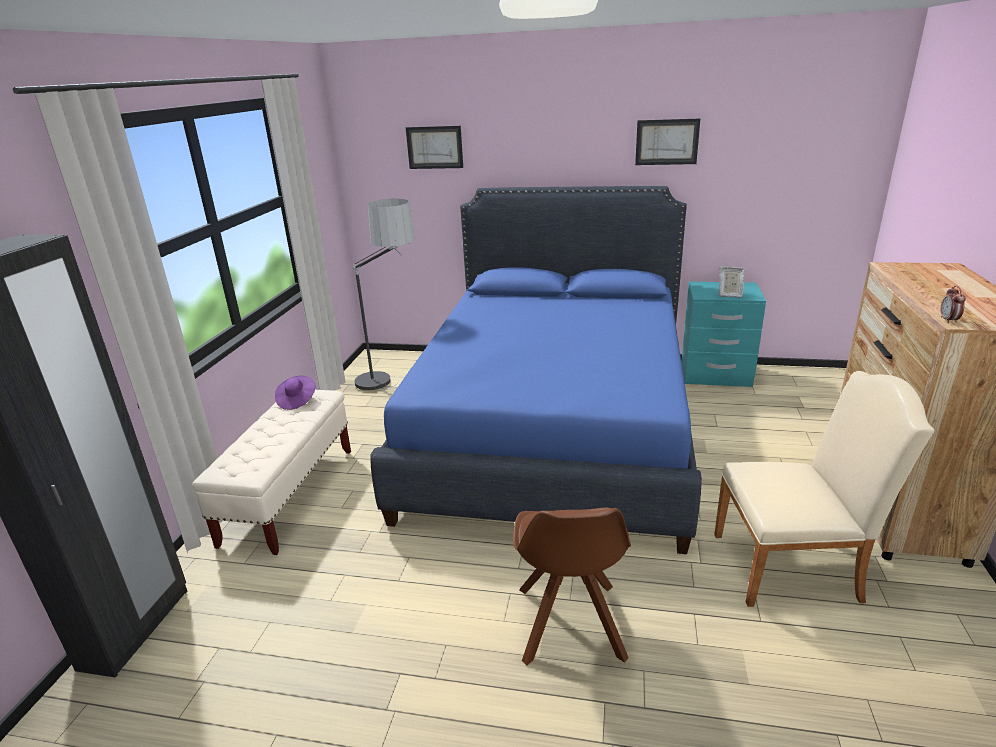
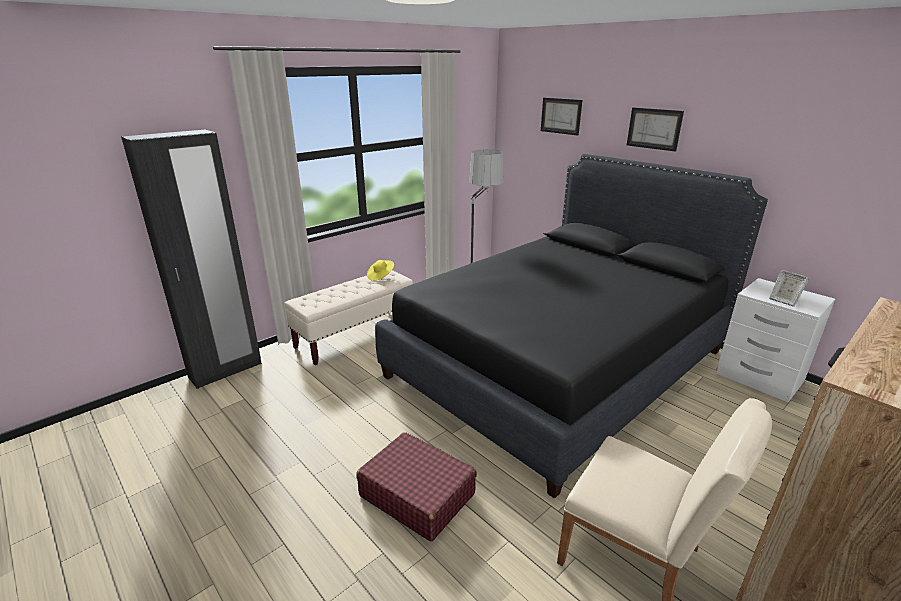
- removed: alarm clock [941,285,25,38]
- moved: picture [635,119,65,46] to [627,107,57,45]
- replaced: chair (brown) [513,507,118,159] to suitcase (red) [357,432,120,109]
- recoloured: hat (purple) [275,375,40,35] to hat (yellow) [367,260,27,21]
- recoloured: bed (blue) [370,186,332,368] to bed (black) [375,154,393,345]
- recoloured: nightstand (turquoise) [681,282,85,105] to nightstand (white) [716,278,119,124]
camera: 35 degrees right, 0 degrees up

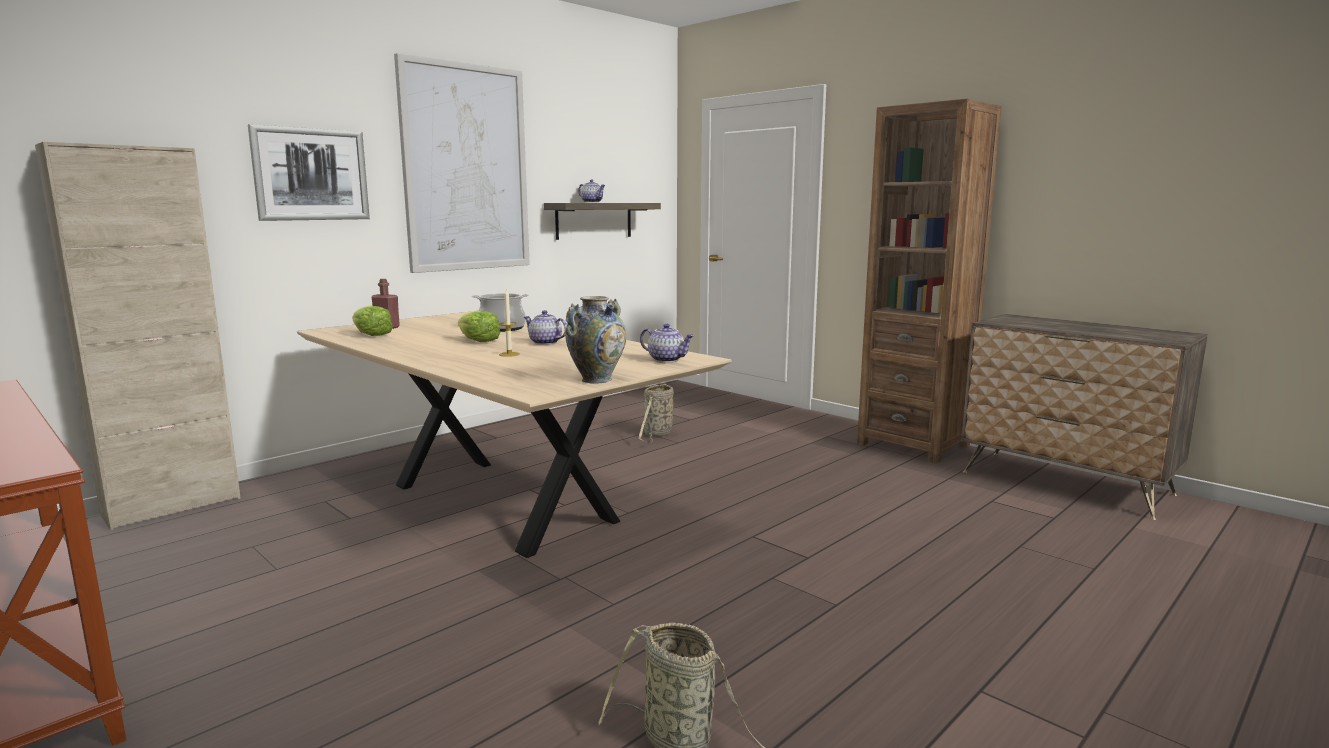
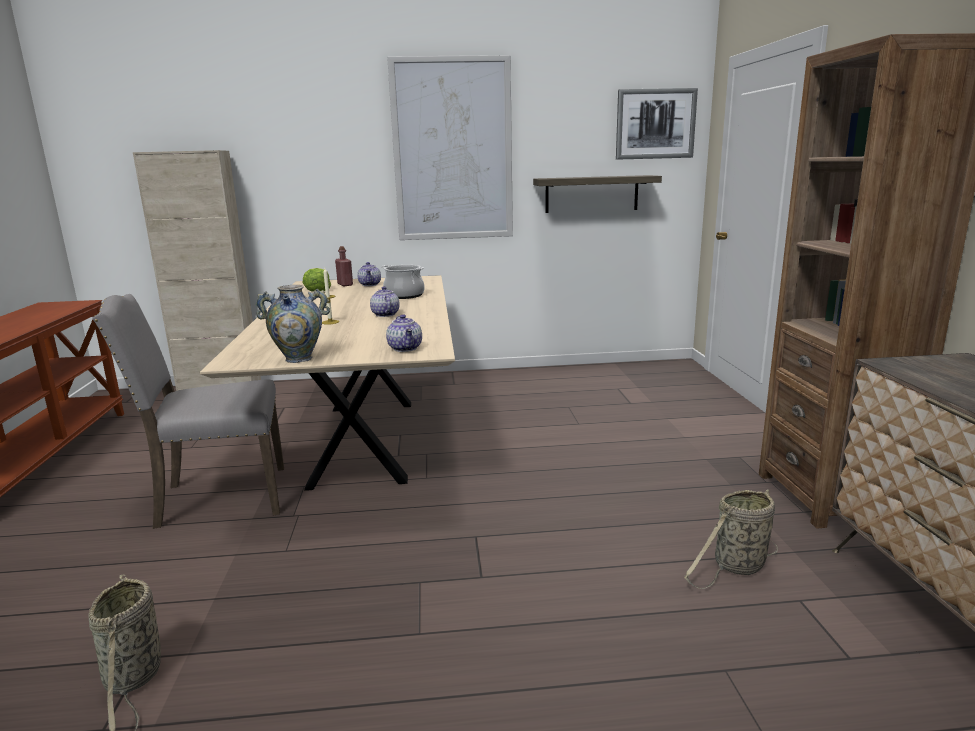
- removed: lettuce [458,311,42,31]
- added: chair (grey) [92,294,192,235]
- moved: picture [248,124,122,97] to [616,88,82,72]
- moved: teapot [578,180,27,23] to [357,262,24,24]
- moved: basket [639,383,35,61] to [684,489,94,100]
camera: 40 degrees right, 5 degrees up

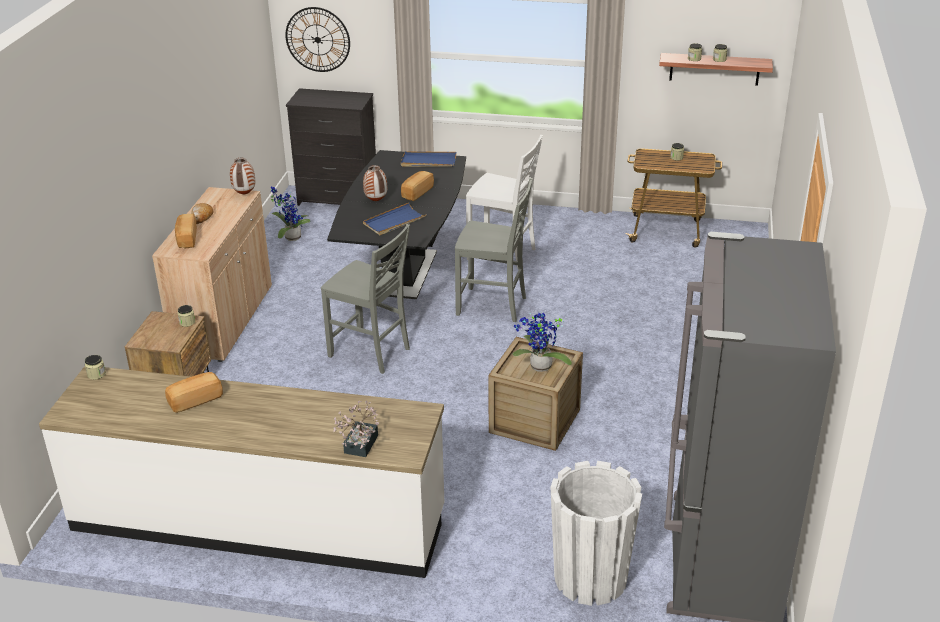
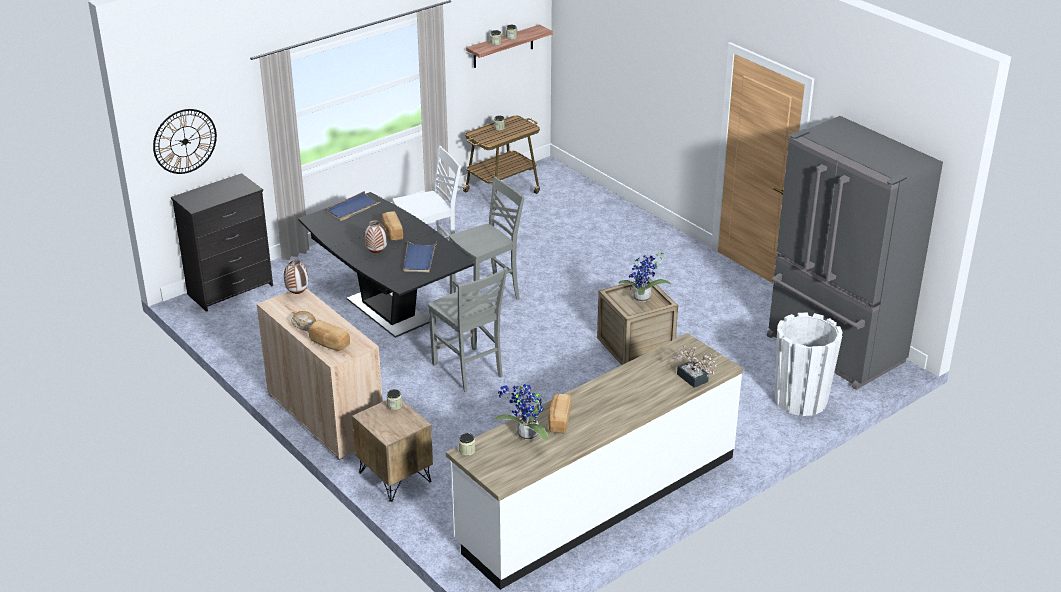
- moved: potted plant [271,187,39,54] to [495,382,53,58]
- turned: chair (grey) [321,224,89,150] = [428,267,79,125] 75 degrees clockwise
camera: 50 degrees left, 0 degrees up

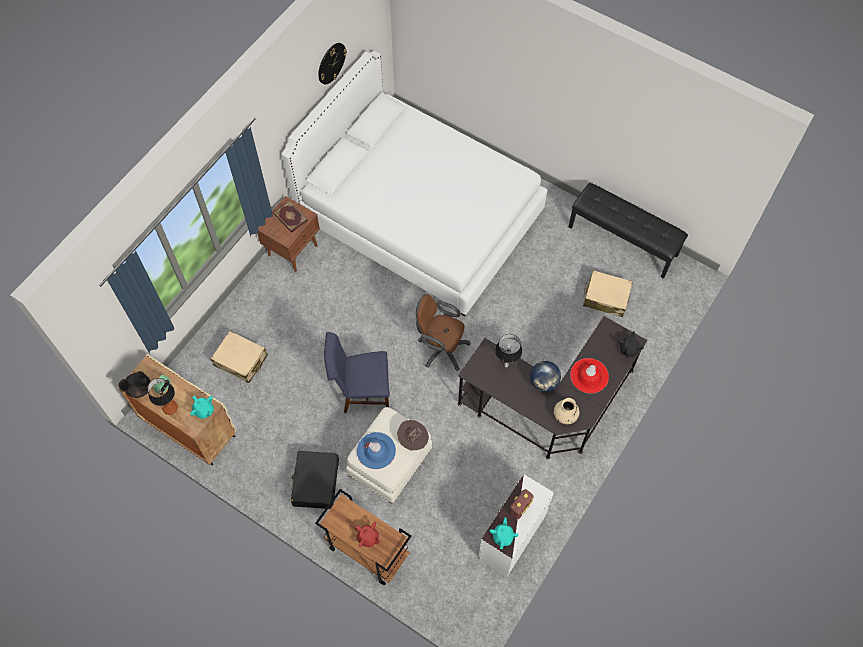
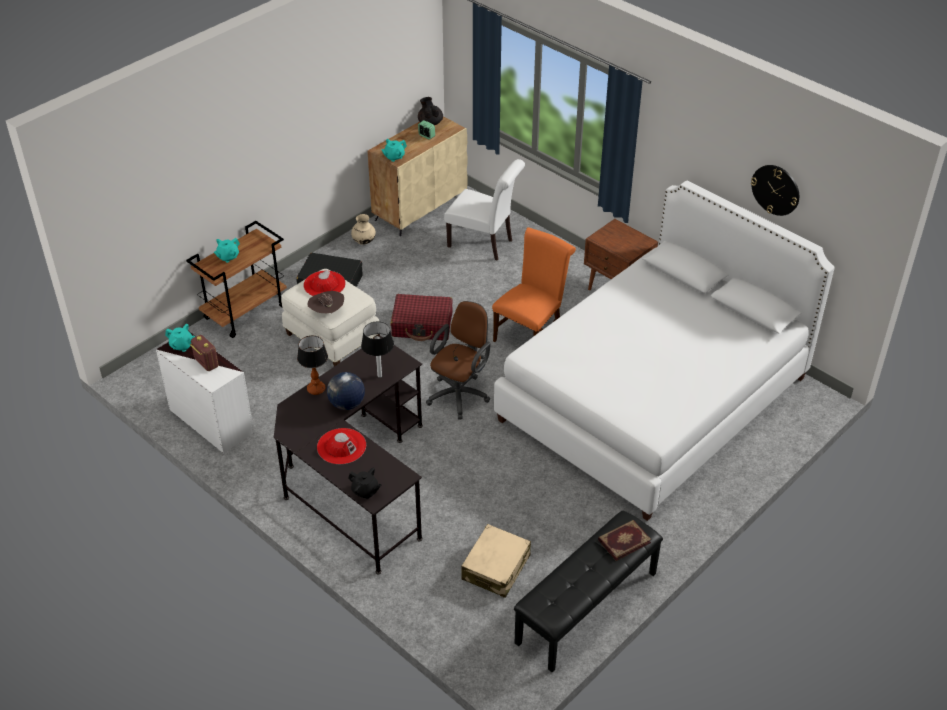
- added: chair (orange) [492,227,84,115]
- moved: table lamp [147,378,31,37] to [297,335,31,60]
- moved: book [273,200,35,32] to [598,520,54,41]
- moved: vase (beige) [554,398,26,26] to [351,214,25,31]
- replaced: suitcase (beige) [211,331,57,52] to chair (white) [444,159,81,102]
- replaced: chair (blue) [324,332,66,81] to suitcase (red) [391,294,62,47]
- recoloured: teapot (red) [355,522,26,25] to teapot (turquoise) [214,238,26,25]
- recoloured: hat (blue) [357,432,39,37] to hat (red) [303,270,43,26]
camera: 100 degrees right, 20 degrees down

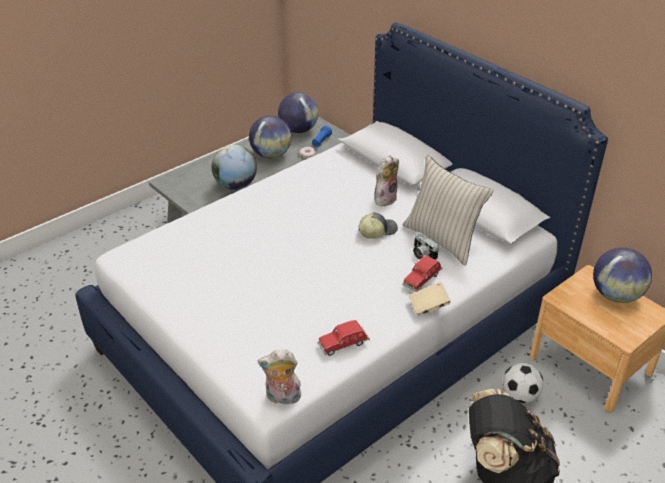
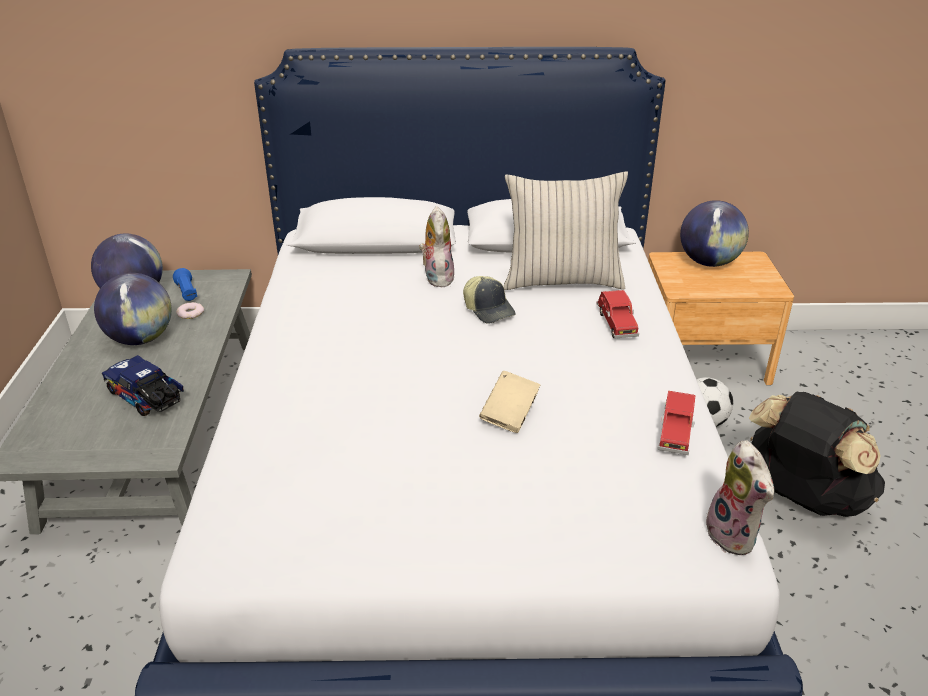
- removed: photo camera [413,232,26,28]
- moved: book (beige) [408,282,43,34] to [479,371,61,62]
- replaced: globe [212,145,45,45] to toy truck [102,355,82,61]
- turned: plush toy [258,349,46,56] = [706,440,68,115] 60 degrees counterclockwise
- turned: cap [358,212,40,27] = [463,276,53,48] 135 degrees clockwise
camera: 50 degrees left, 5 degrees down

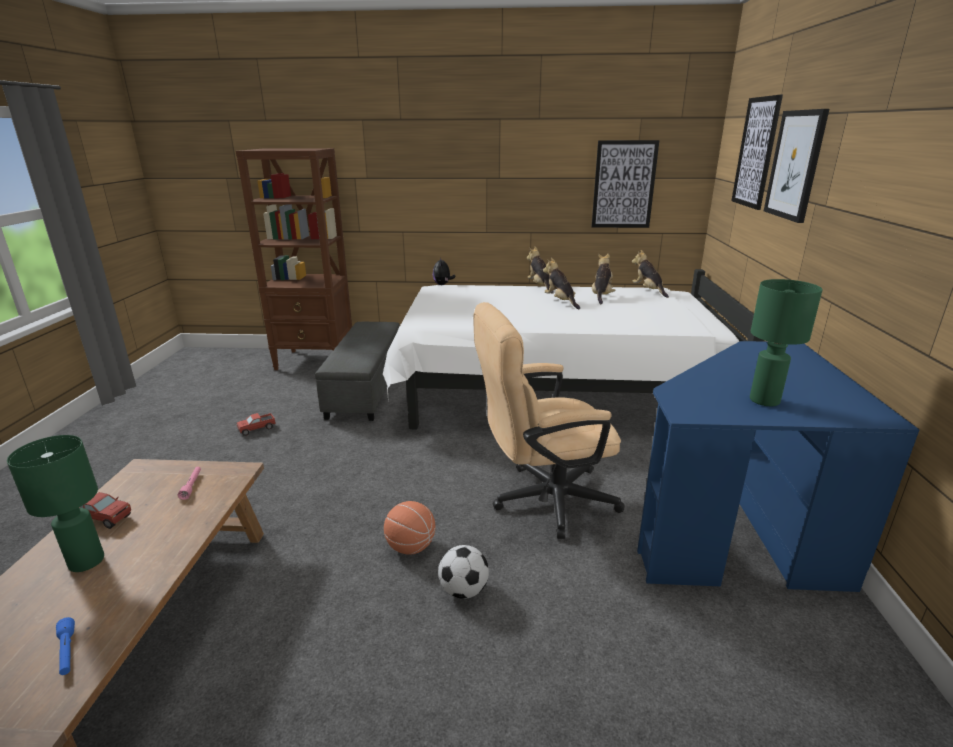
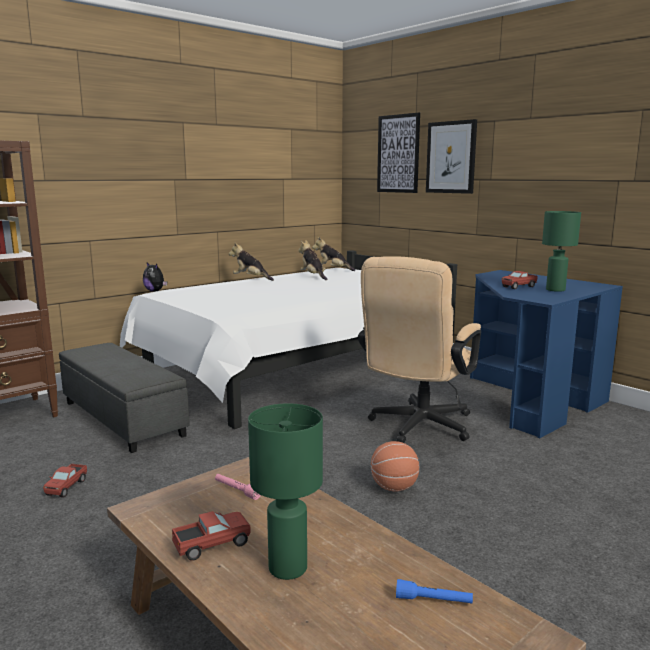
- removed: football [438,545,51,54]
- removed: plush toy [543,258,37,51]
- removed: picture [591,140,68,88]
- added: toy truck [502,271,35,18]
camera: 45 degrees left, 10 degrees down

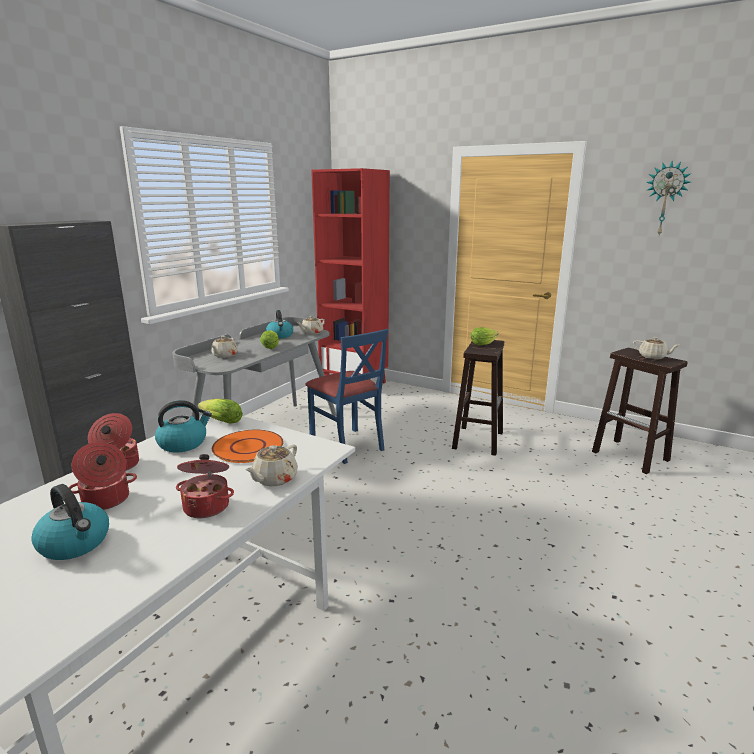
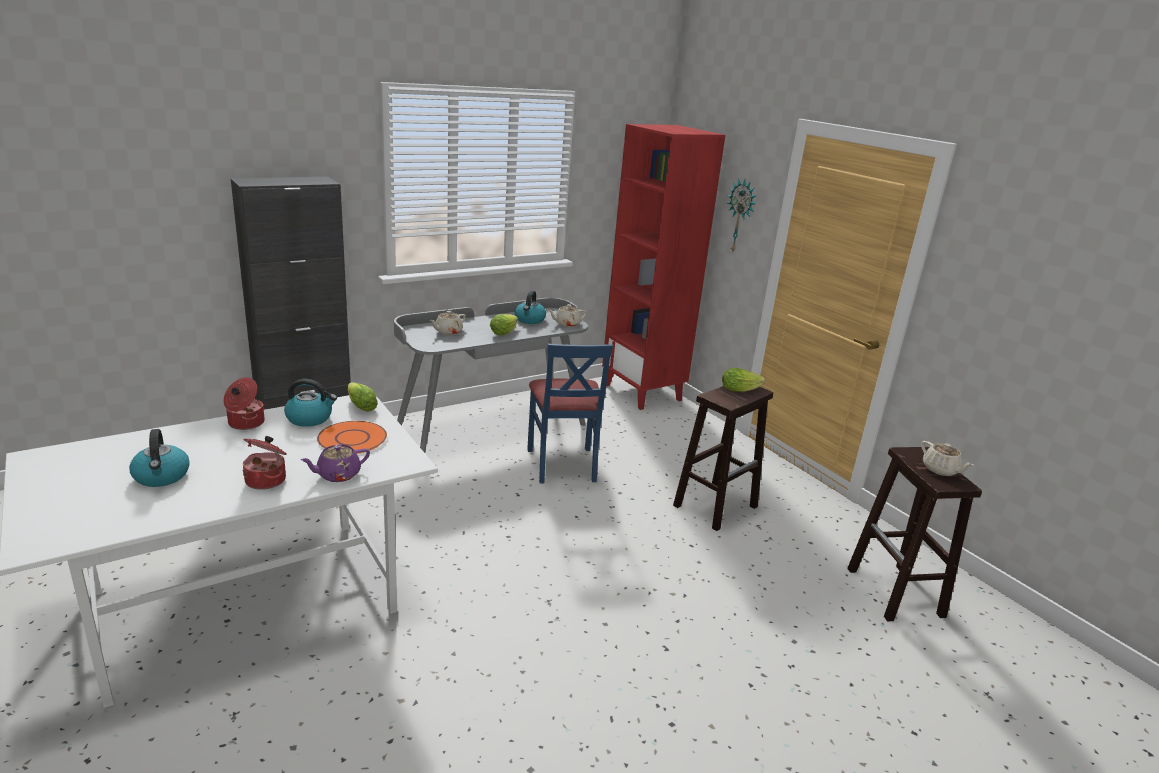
- removed: cooking pot [69,442,68,68]
- moved: wall clock [646,160,44,75] to [727,180,30,71]
- recoloured: teapot (beige) [245,445,53,41] to teapot (purple) [301,444,69,38]
camera: 25 degrees right, 5 degrees up

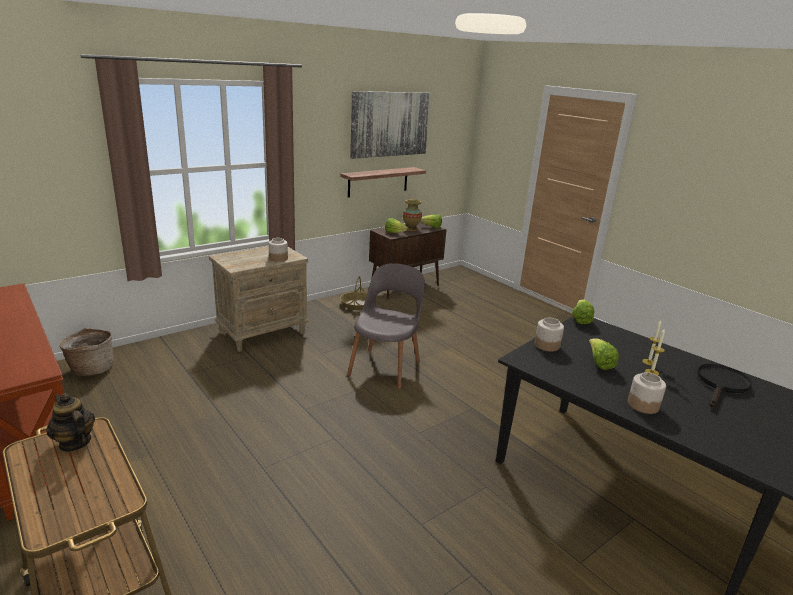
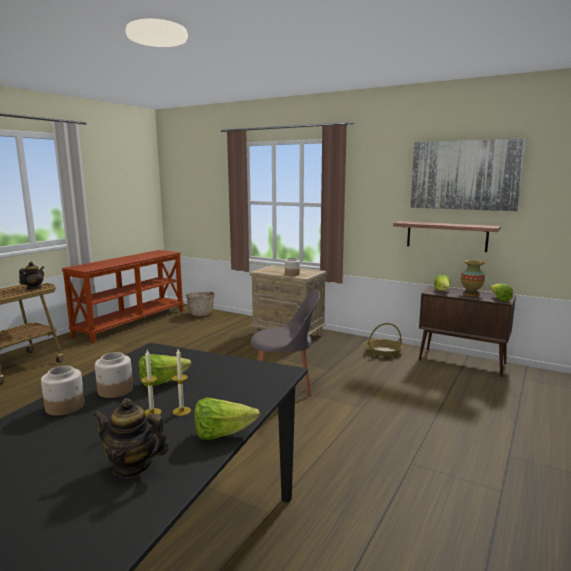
- moved: jar [534,318,30,34] to [95,352,38,46]
- moved: lettuce [572,299,23,25] to [194,397,66,43]
- replaced: frying pan (black) [697,364,55,44] to teapot [93,398,76,80]
camera: 70 degrees right, 10 degrees down

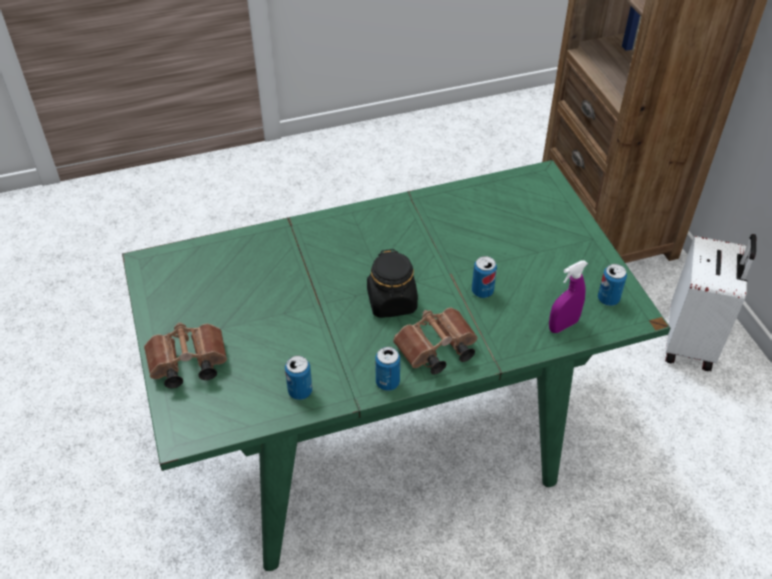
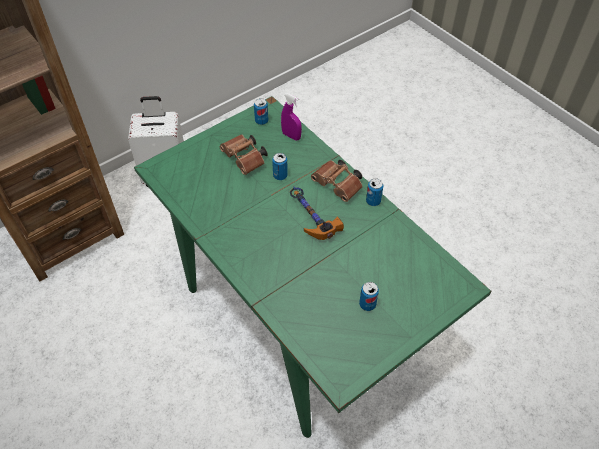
- moved: binoculars (brown) [144,322,83,66] to [220,134,48,41]
- moved: can [285,356,27,44] to [359,282,20,29]
- replaced: jar (black) [367,249,51,69] to hammer [290,187,54,53]
camera: 110 degrees left, 5 degrees up

